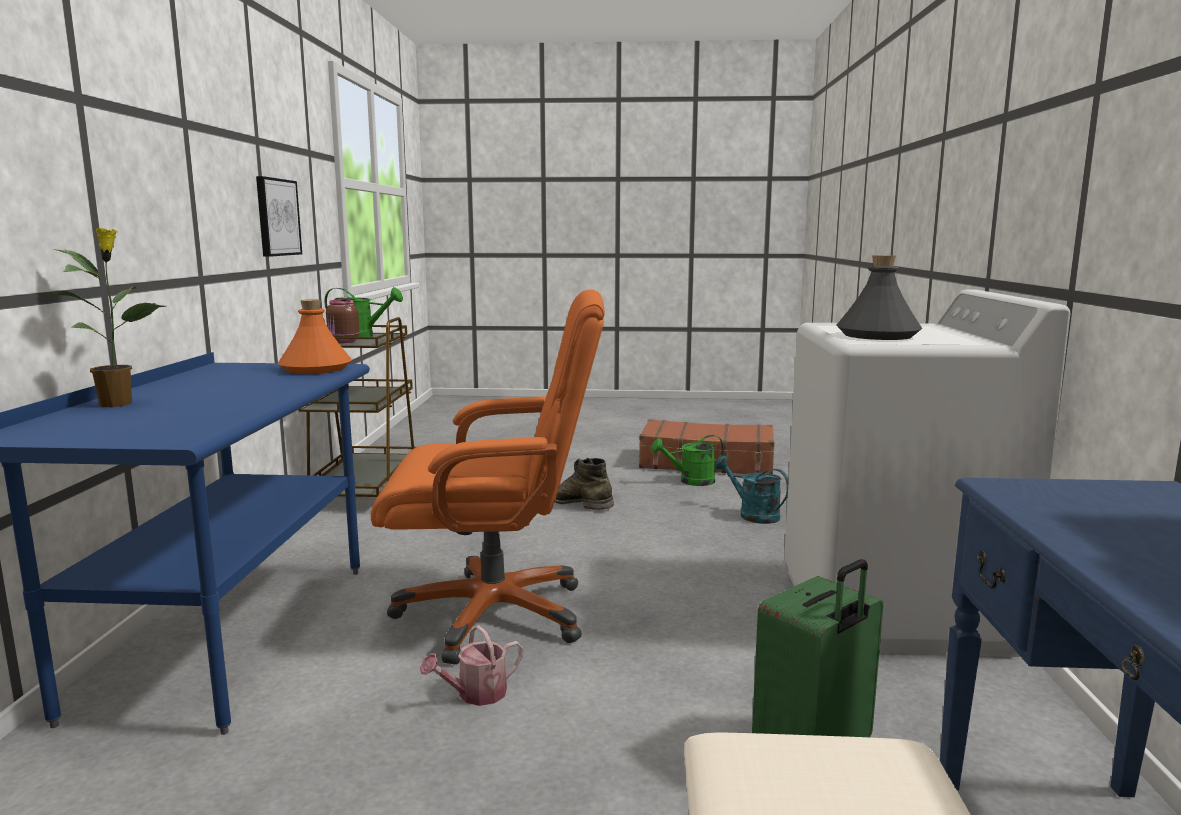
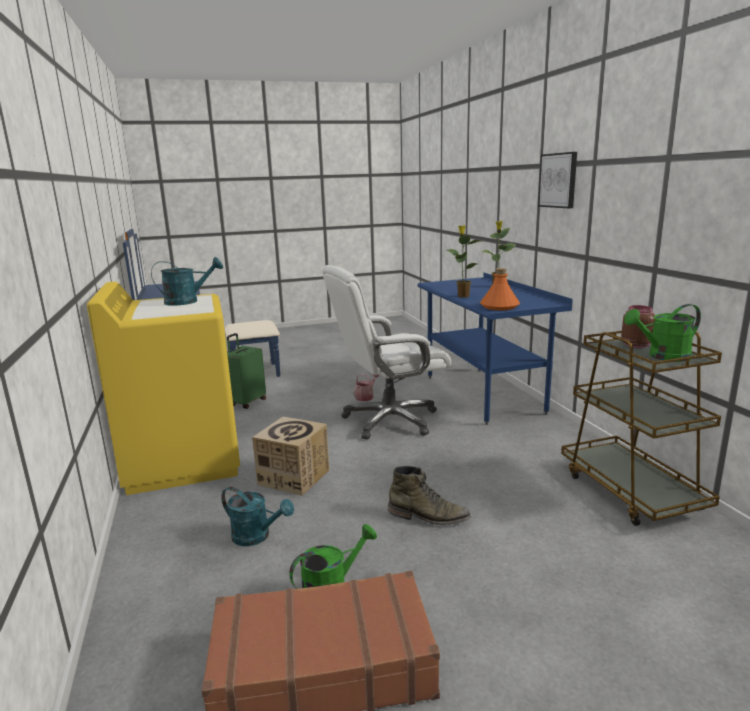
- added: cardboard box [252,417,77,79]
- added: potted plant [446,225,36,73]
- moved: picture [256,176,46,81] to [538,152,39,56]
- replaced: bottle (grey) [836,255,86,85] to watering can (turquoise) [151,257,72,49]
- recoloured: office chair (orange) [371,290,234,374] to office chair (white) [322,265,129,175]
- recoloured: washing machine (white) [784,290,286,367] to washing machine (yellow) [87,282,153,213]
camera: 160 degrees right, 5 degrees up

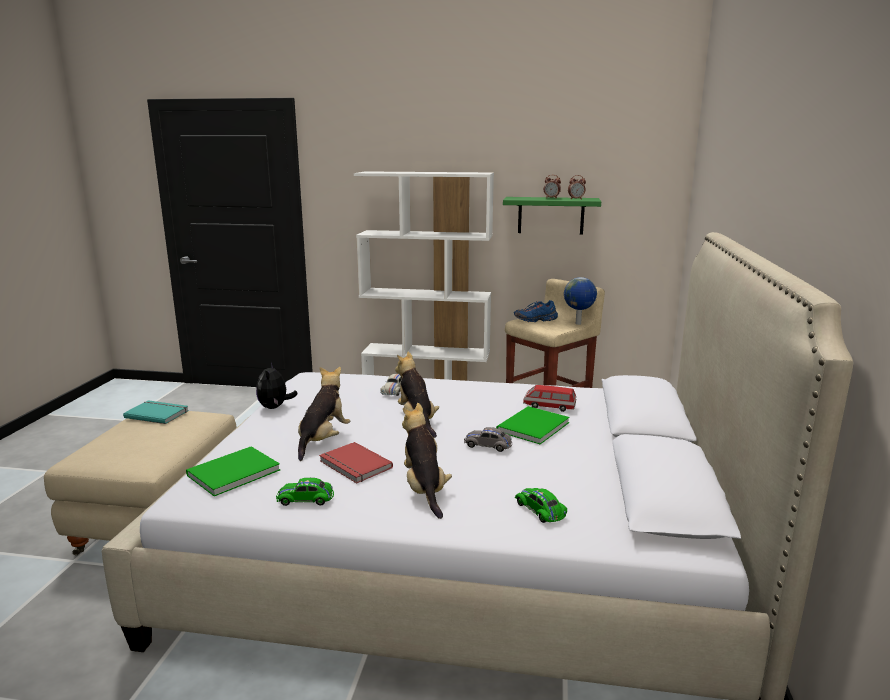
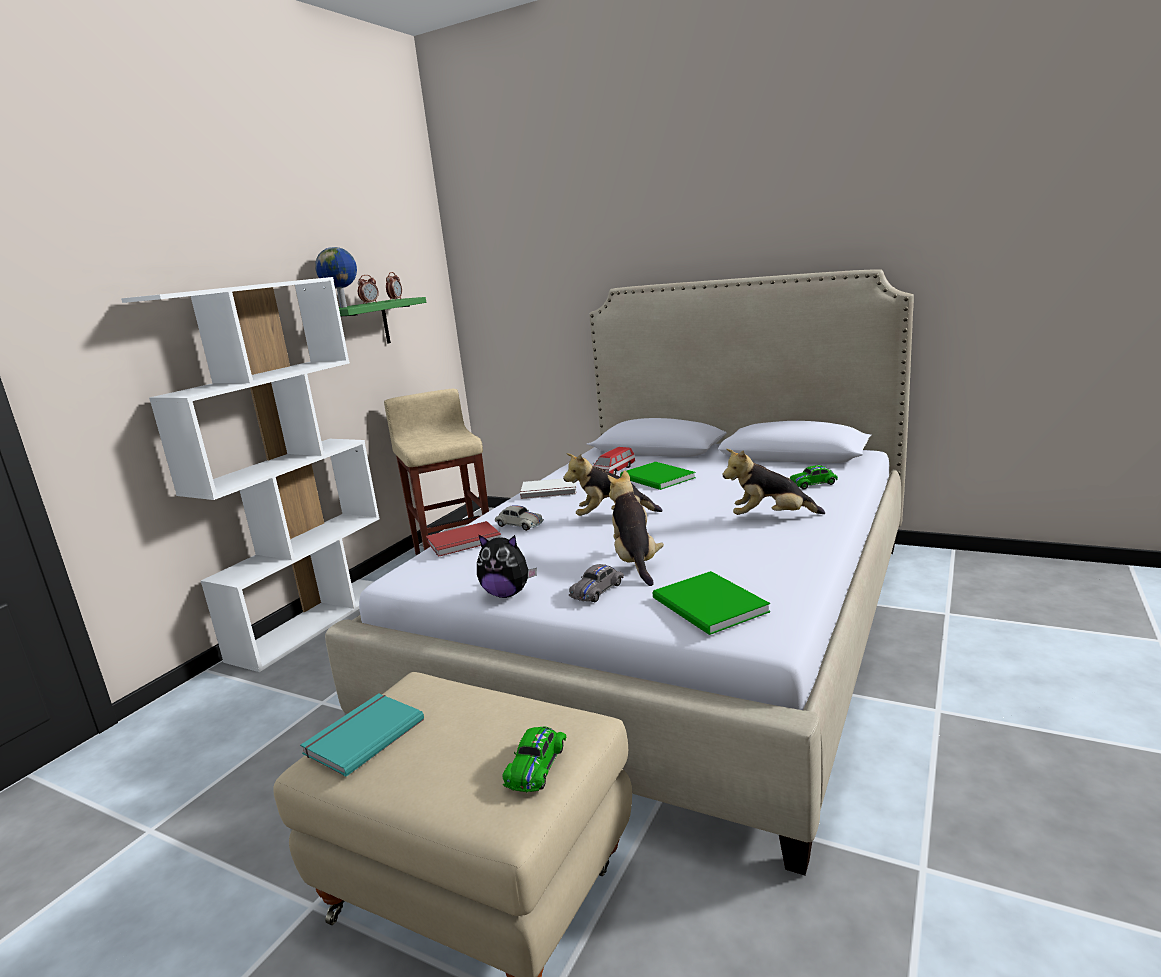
- removed: shoe (blue) [514,300,44,22]
- added: book (white) [520,478,56,21]
- moved: toy car (green) [276,478,58,28] to [502,726,64,66]
- moved: book (red) [319,442,74,41] to [426,521,75,35]
- moved: toy car (grey) [464,427,48,25] to [569,564,55,38]
- moved: globe [564,277,33,48] to [315,247,42,61]
- turned: plush toy [298,367,53,94] = [607,470,57,116] 45 degrees clockwise
camera: 70 degrees left, 0 degrees up

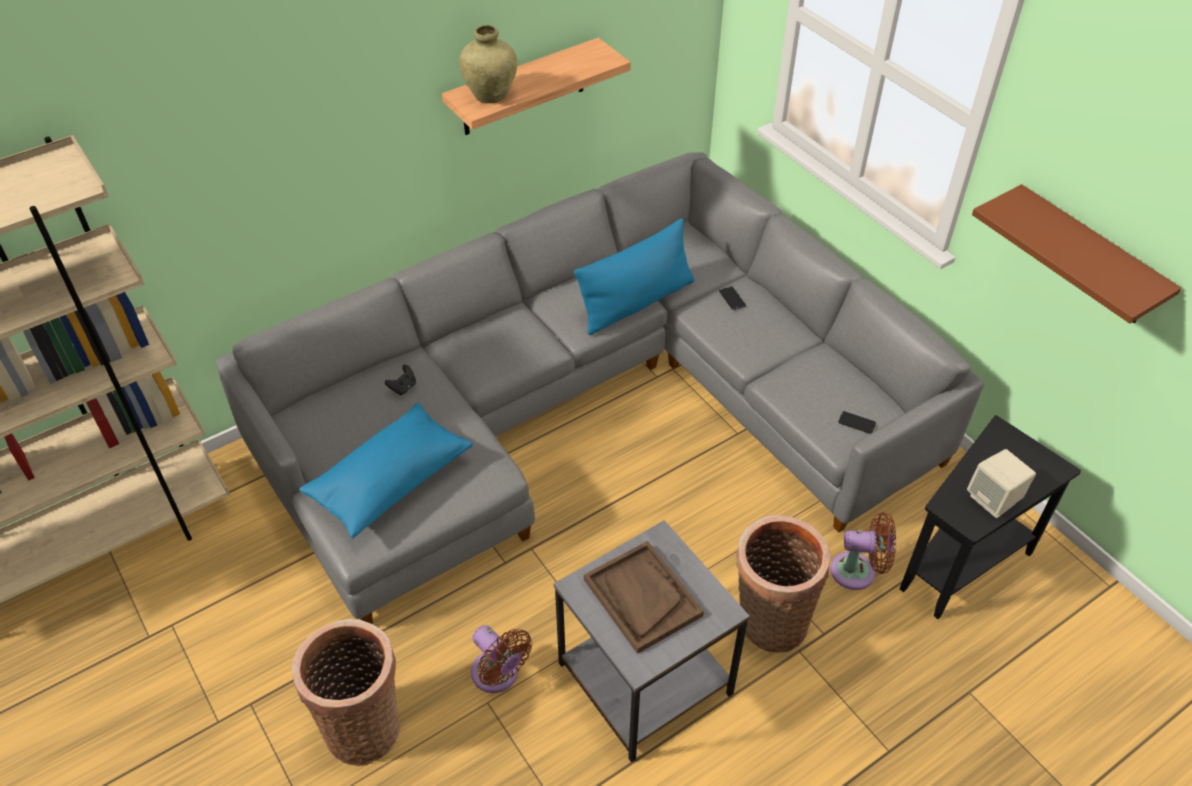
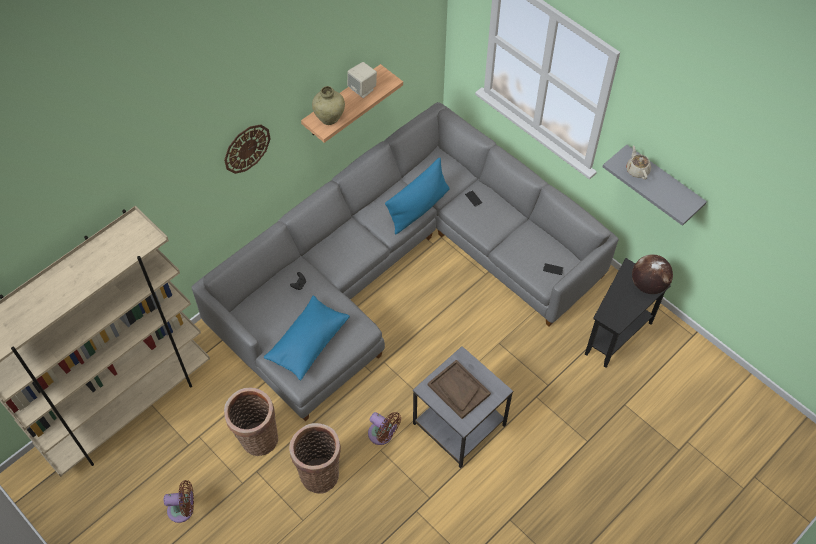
- added: wall clock [224,124,46,50]
- added: teapot (beige) [626,145,25,35]
- added: globe [632,254,41,40]
- moved: basket [736,515,94,138] to [224,388,54,68]
- moved: fan (brown) [830,512,66,78] to [164,480,30,43]
- moved: speaker (beige) [967,449,69,69] to [347,62,30,36]
- recoloured: shelf (brown) [972,184,209,140] to shelf (grey) [603,144,104,82]
camera: 10 degrees left, 10 degrees up

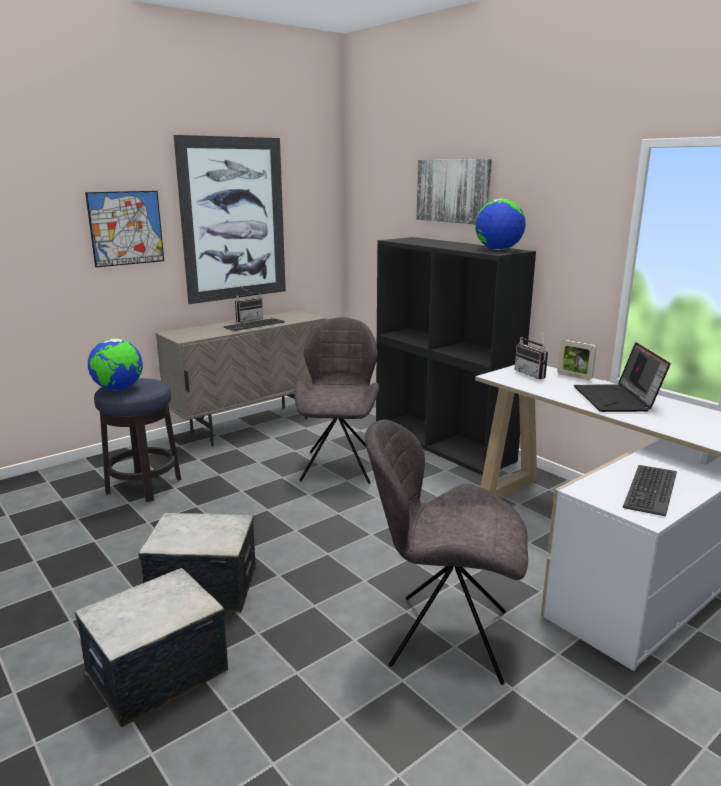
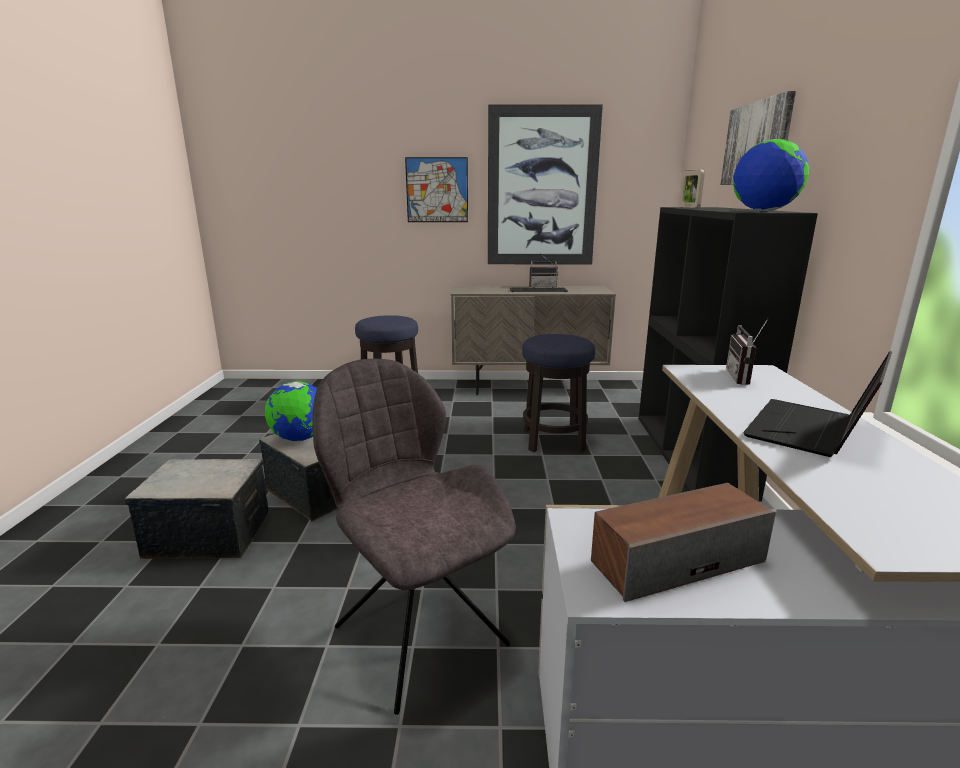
- moved: globe [88,338,55,52] to [265,381,52,60]
- moved: picture frame [557,340,40,40] to [679,170,26,38]
- replaced: chair (grey) [294,317,85,167] to stool [522,334,73,118]
- replaced: keyboard [623,465,54,51] to speaker [591,483,185,119]
camera: 40 degrees right, 0 degrees up

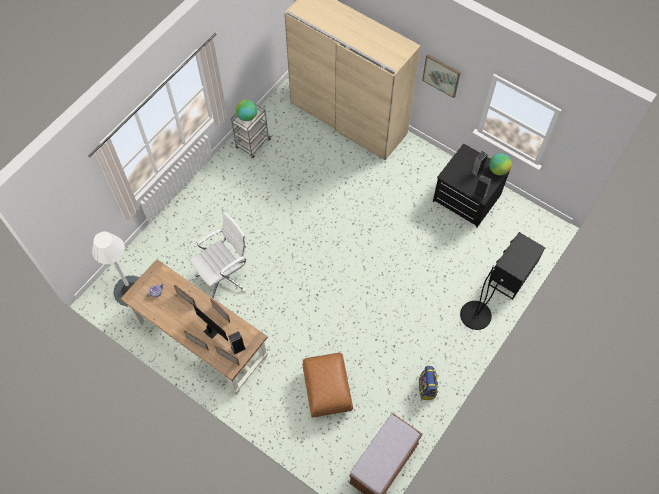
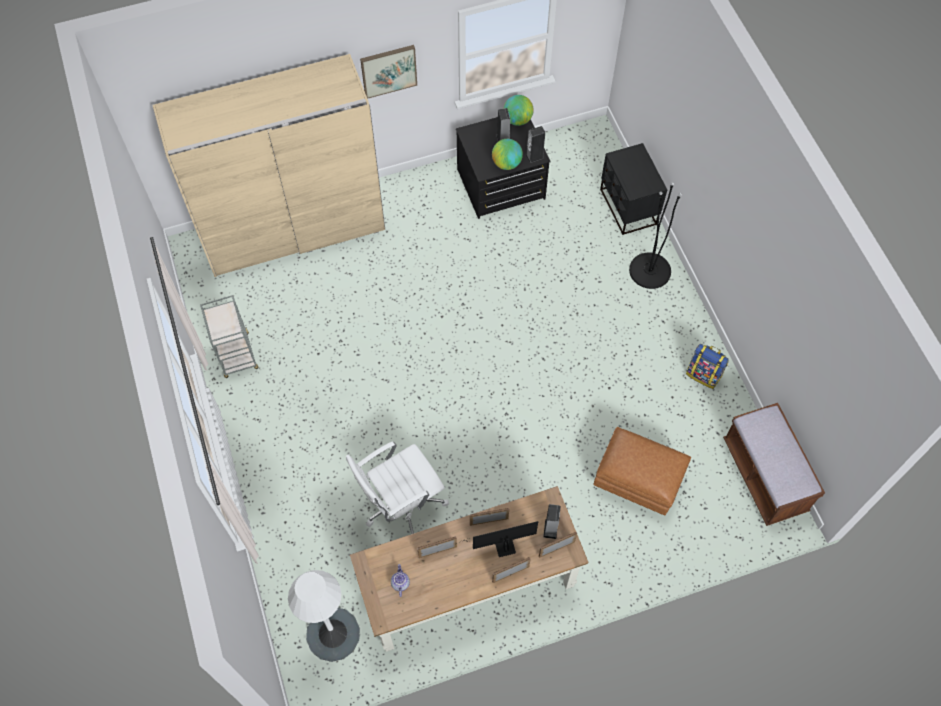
- moved: globe [236,100,21,21] to [492,139,31,31]
- turned: office chair (white) [190,212,56,87] = [346,441,103,93] 120 degrees counterclockwise
camera: 55 degrees left, 0 degrees up

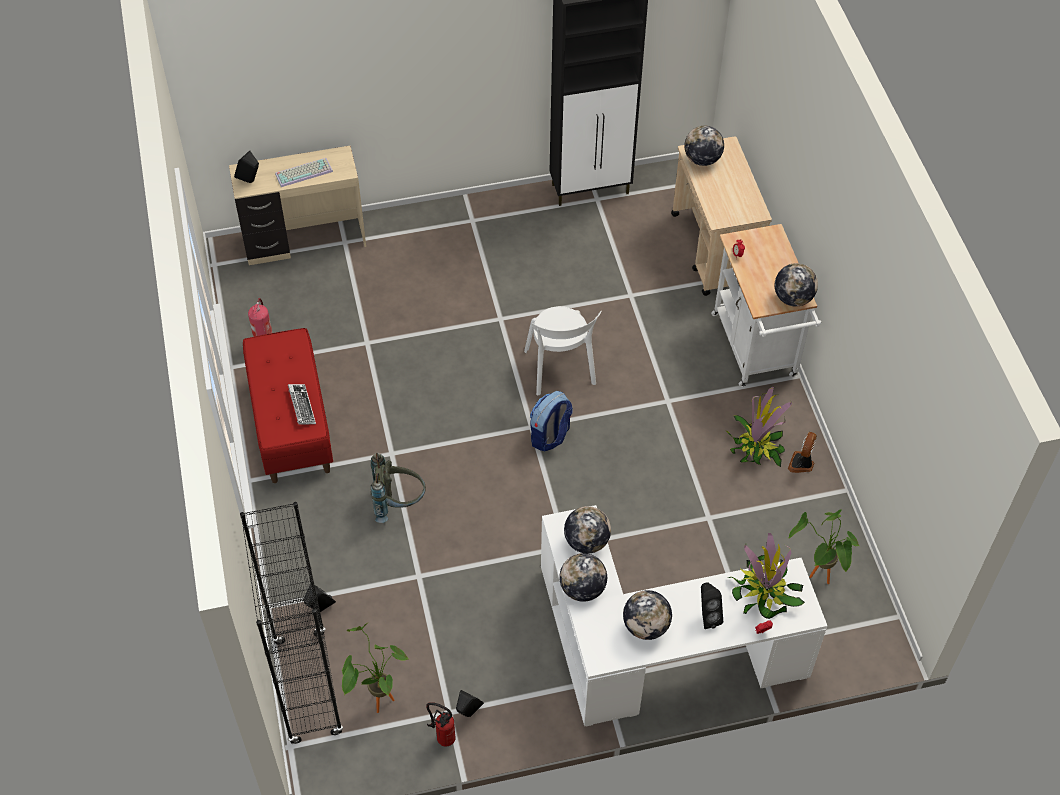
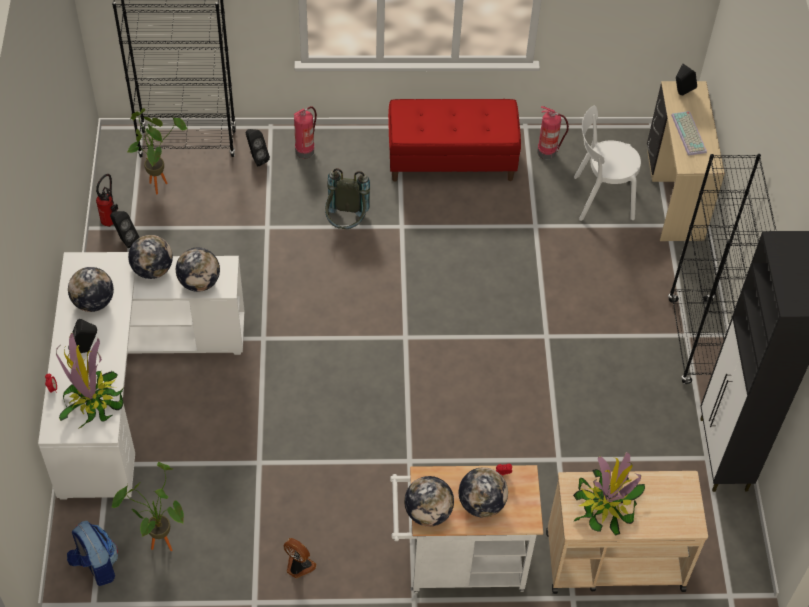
- removed: keyboard [288,384,28,40]
- added: fire extinguisher [293,106,24,52]
- added: bookcase (black) [668,154,108,230]
- moved: chair (white) [524,306,78,89] to [574,106,67,115]
- moved: backpack [530,391,43,61] to [67,521,51,65]
- moved: globe [684,126,40,40] to [459,467,49,51]
- moved: potted plant [726,387,66,80] to [573,452,72,84]
camera: 100 degrees right, 0 degrees up

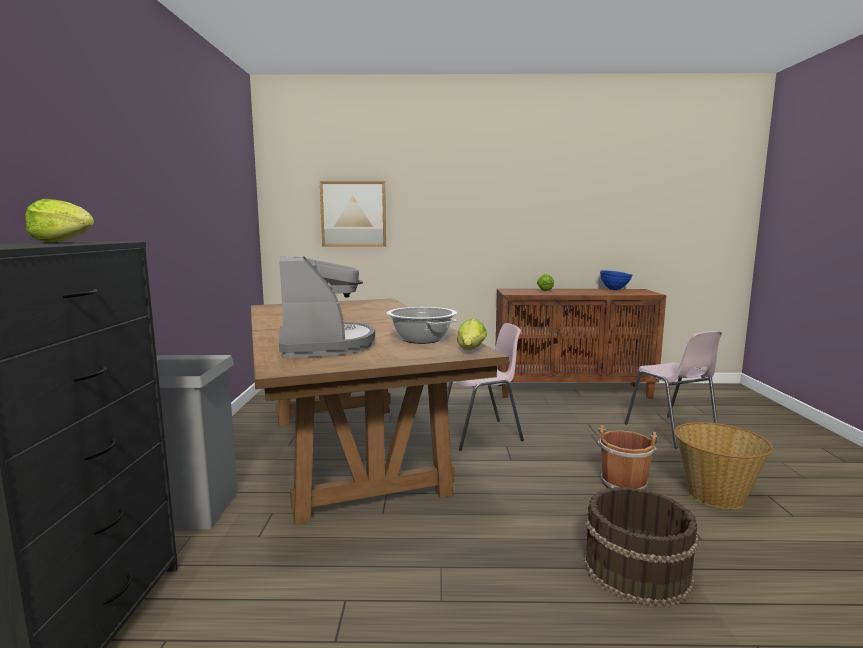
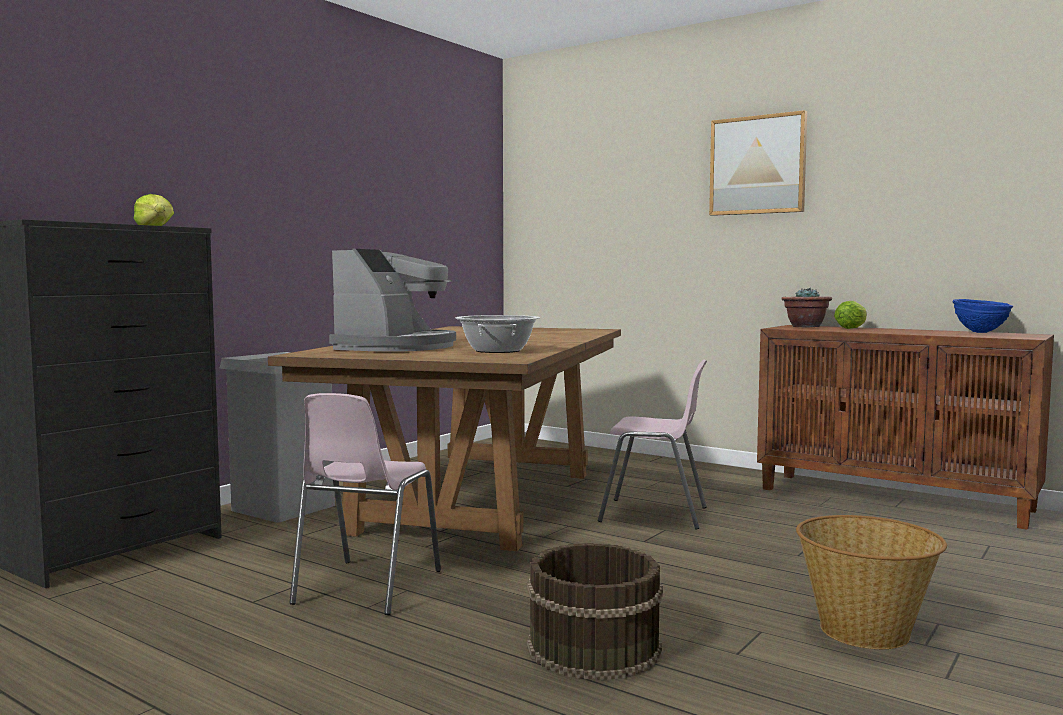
- removed: lettuce [457,319,30,31]
- removed: bucket (brown) [598,425,60,65]
- added: potted plant [782,288,50,39]
- moved: picture [320,181,66,66] to [709,110,98,106]
- moved: chair (pink) [625,331,97,117] to [289,393,152,222]
camera: 35 degrees right, 5 degrees down

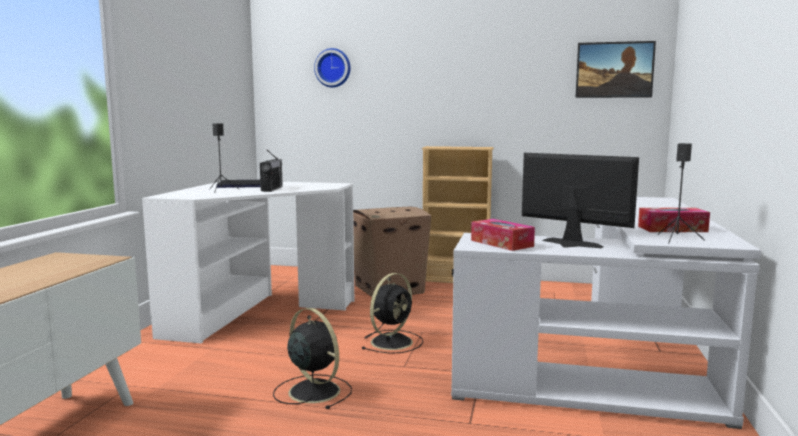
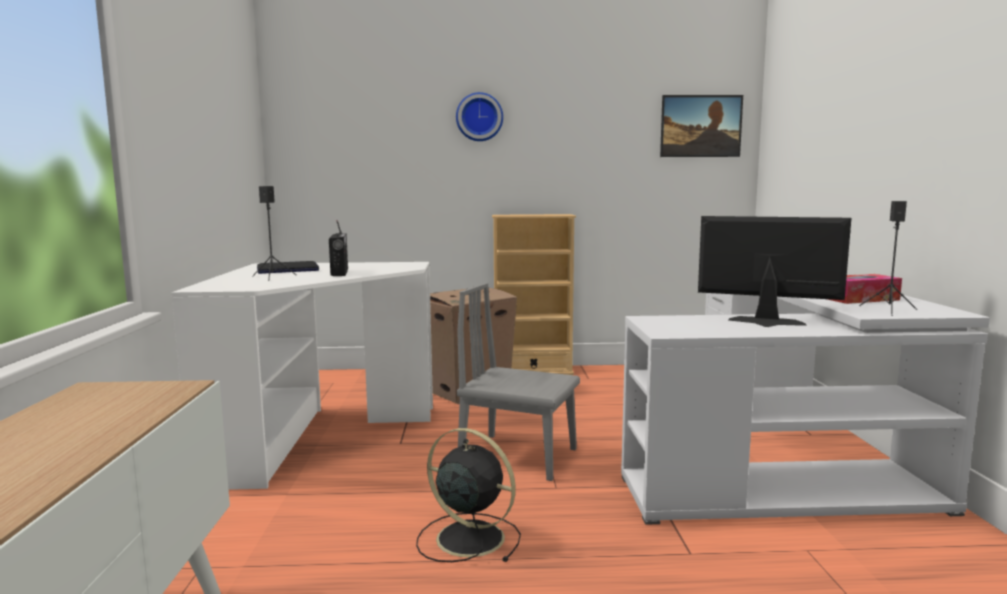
- removed: tissue box [471,219,64,32]
- moved: wall clock [314,48,36,39] to [456,92,47,49]
- replaced: fan (black) [362,273,61,81] to chair (grey) [457,283,123,198]
camera: 15 degrees left, 0 degrees up

